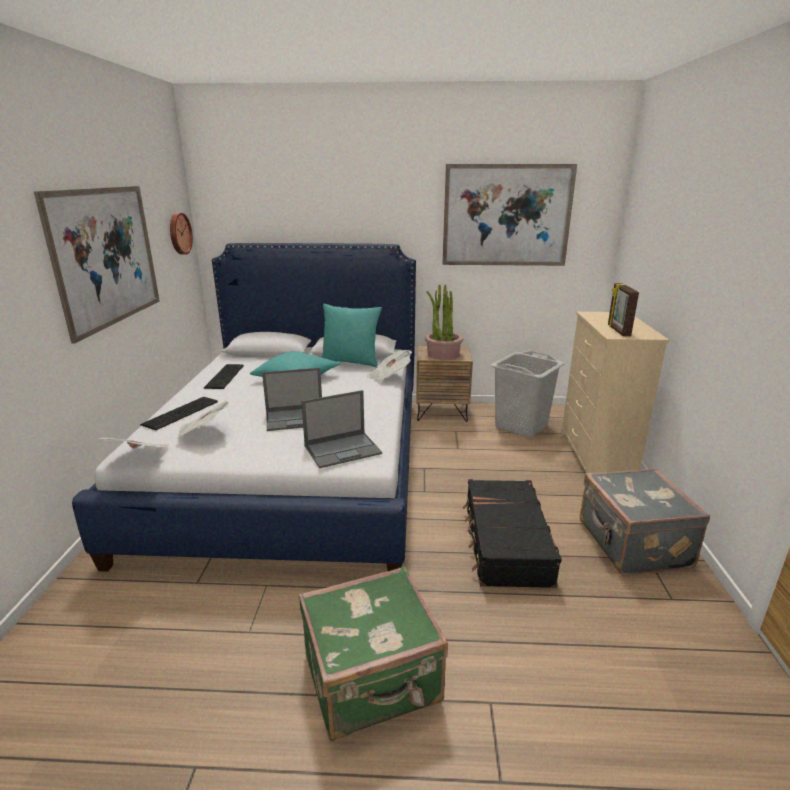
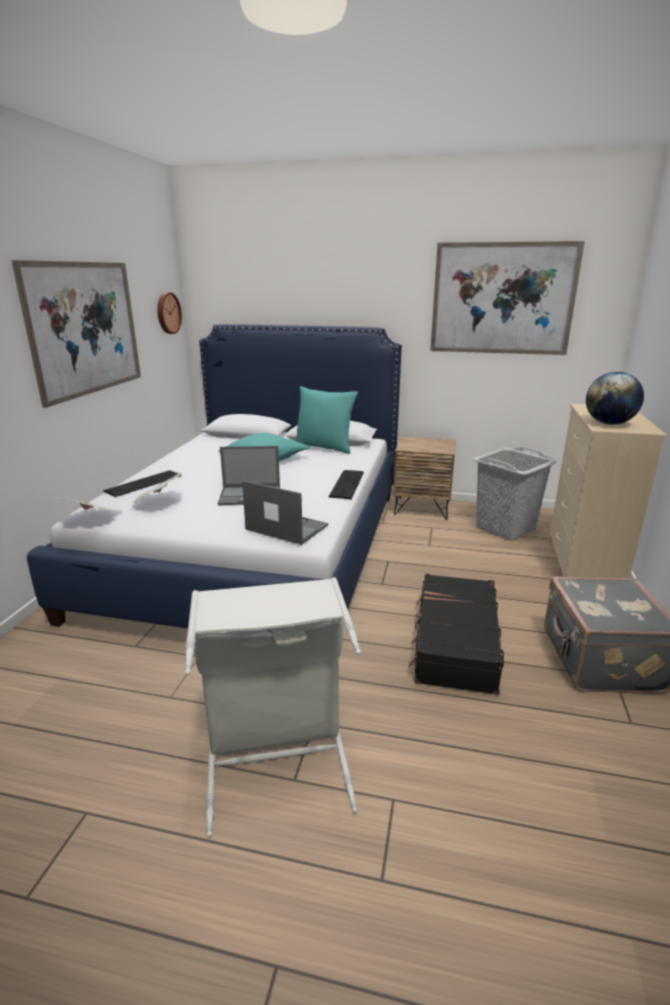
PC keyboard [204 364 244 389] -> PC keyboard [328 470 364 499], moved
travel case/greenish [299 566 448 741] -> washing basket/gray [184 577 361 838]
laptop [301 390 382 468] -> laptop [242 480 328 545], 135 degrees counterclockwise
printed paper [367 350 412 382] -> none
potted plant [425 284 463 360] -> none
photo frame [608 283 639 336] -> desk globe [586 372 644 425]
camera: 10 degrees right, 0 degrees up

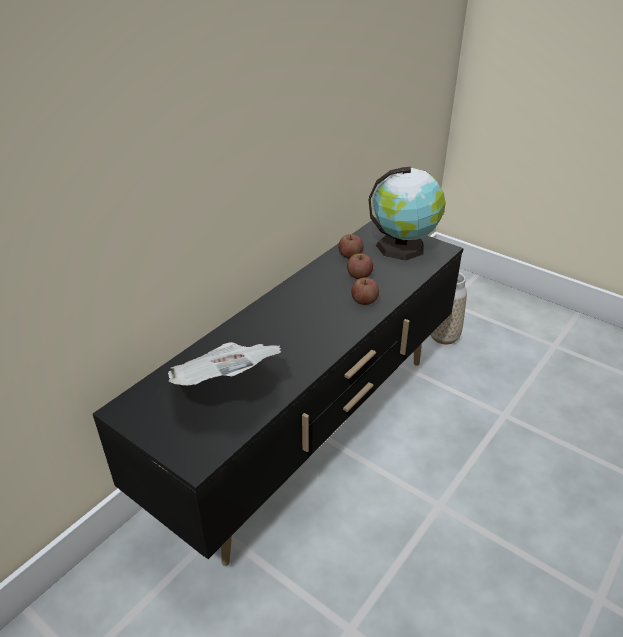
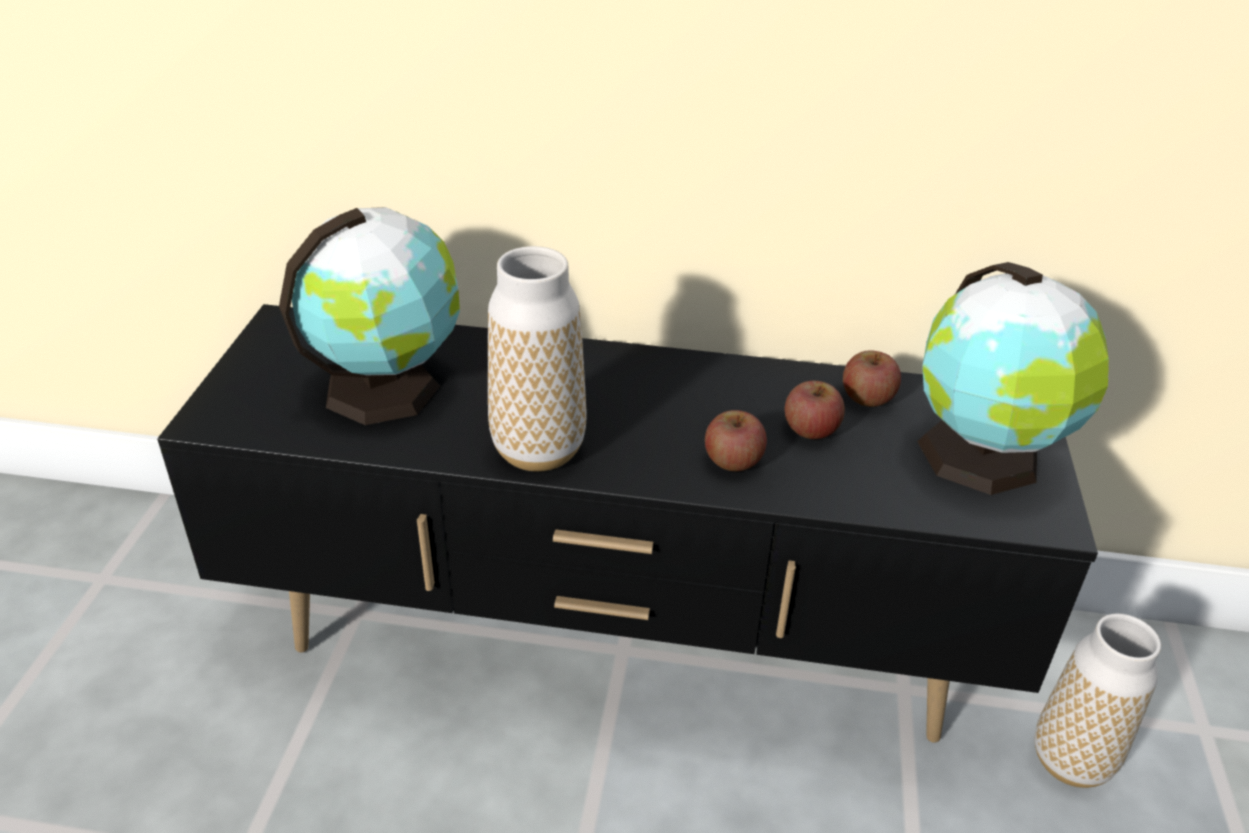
printed paper [168 342 281 385] -> desk globe [279 207 460 425]
none -> decorative vase [488 246 587 472]
camera: 60 degrees right, 0 degrees up

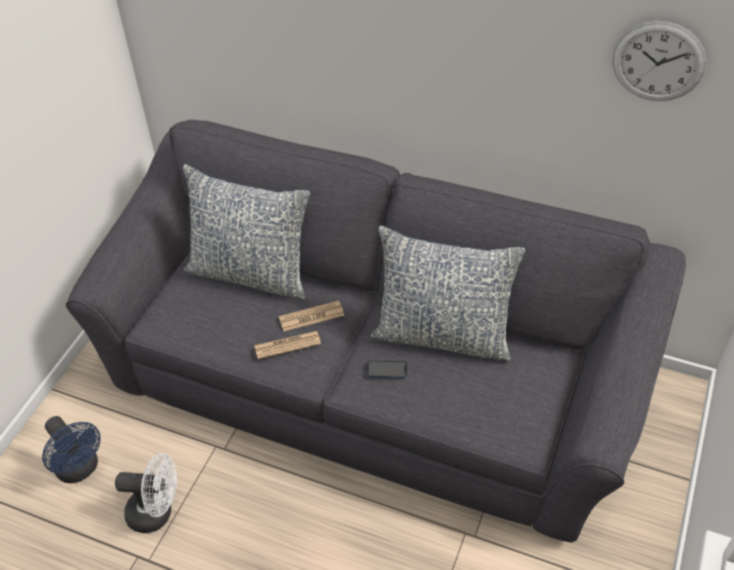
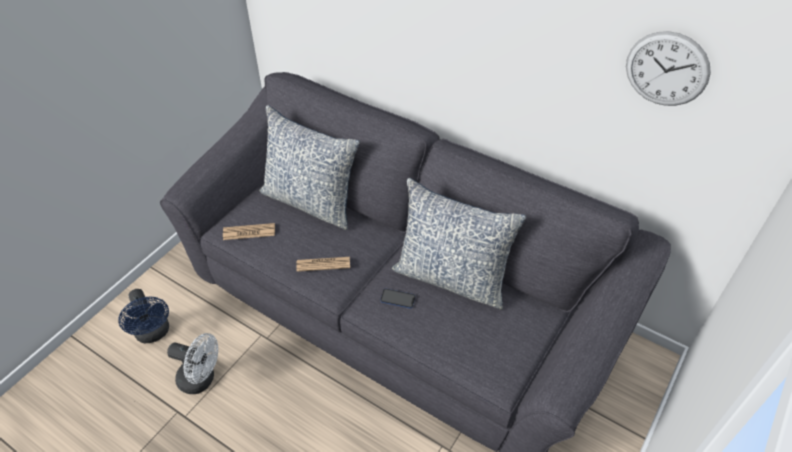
printed paper [279 301 344 331] -> printed paper [223 223 275 240], moved
camera: 10 degrees right, 0 degrees up

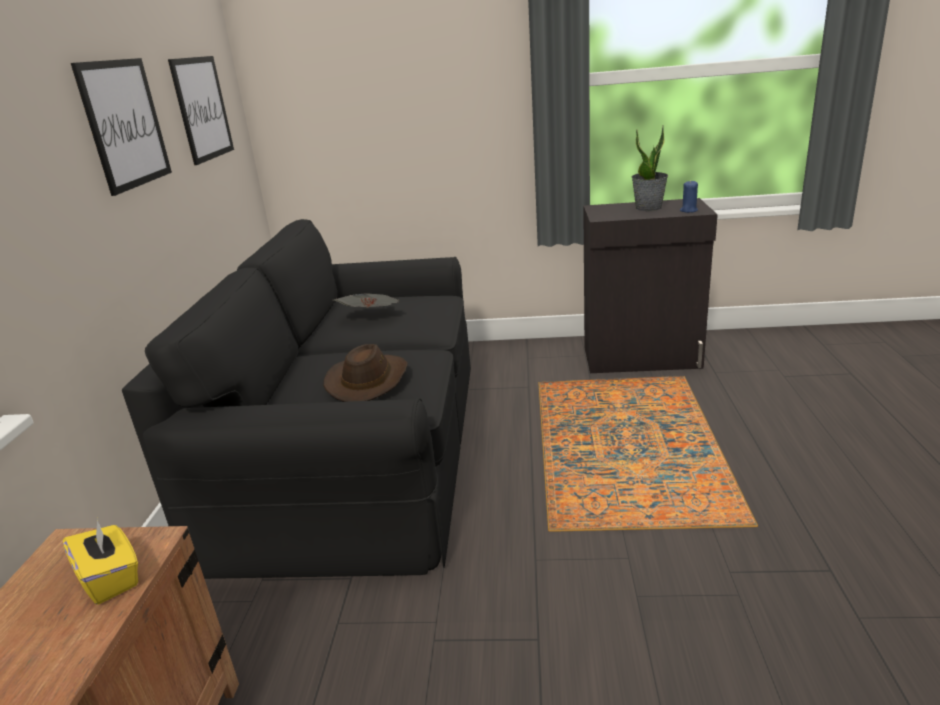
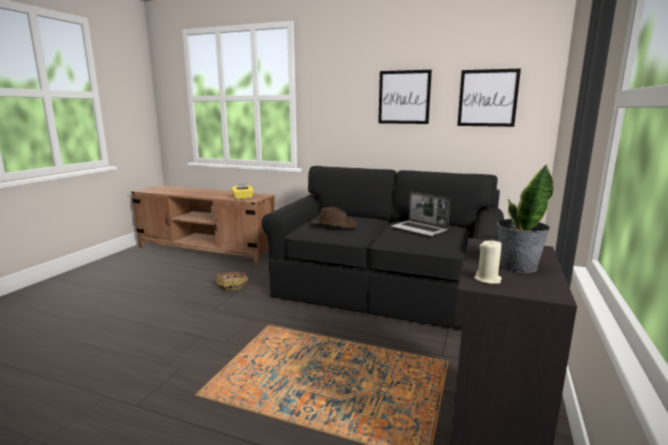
printed paper [334 294 400 307] -> laptop [391 192 450 237]
wax light/bluish [680 180 698 213] -> wax light/beige-coloured [474 239 502 284]
none -> basket [216 272 248 291]
camera: 105 degrees right, 10 degrees down

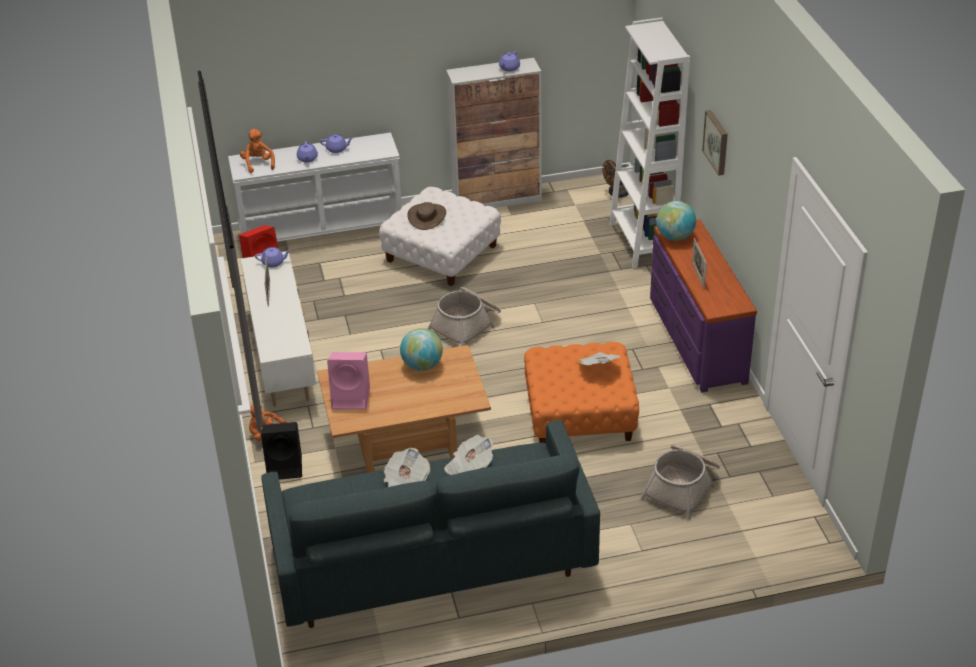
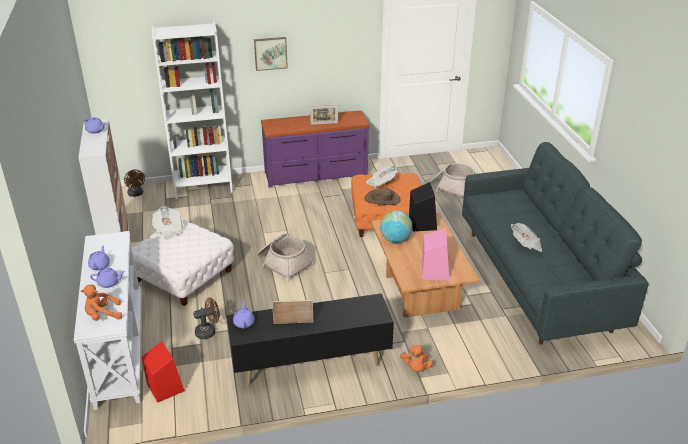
tv stand/white [241 251 316 407] -> tv stand/black-coloured [227 293 394 387]
audio speaker/black-coloured [261 422 302 480] -> audio speaker/black-coloured [409 182 437 231], moved
clothing hat/brownish [407 202 446 230] -> clothing hat/brownish [364 187 401 205], moved
printed paper [444 435 494 475] -> printed paper [152 206 183 240], moved
desk globe [656 201 696 241] -> none
none -> electric fan/brownish [193 297 220 339]
camera: 90 degrees left, 5 degrees down

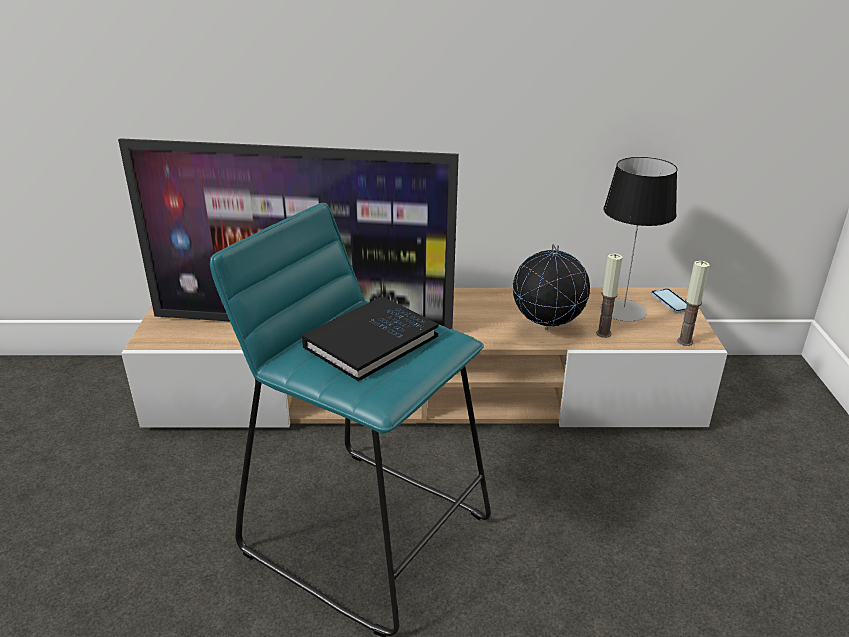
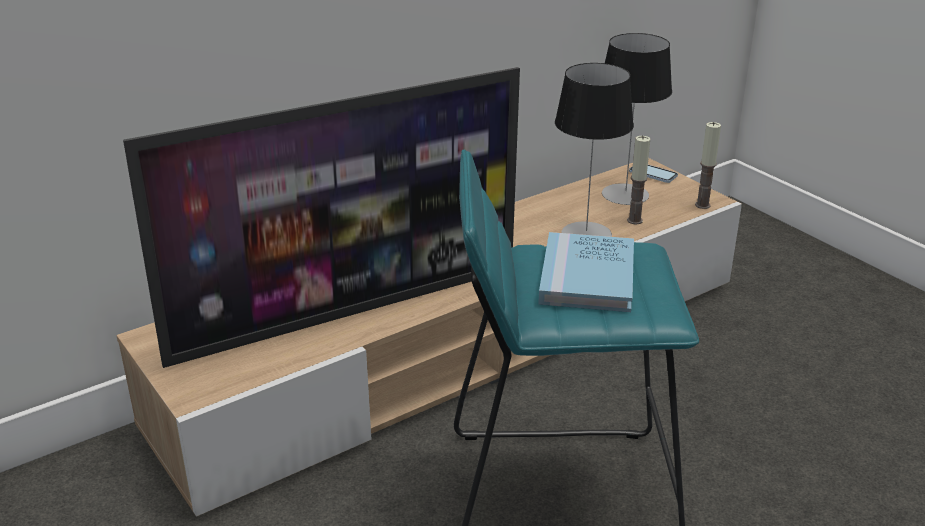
volume/black-coloured [302 296 438 381] -> volume/bluish [538 232 634 312]
desk globe [513 244 590 330] -> tabletop lamp [555 63 634 237]
camera: 35 degrees left, 0 degrees up

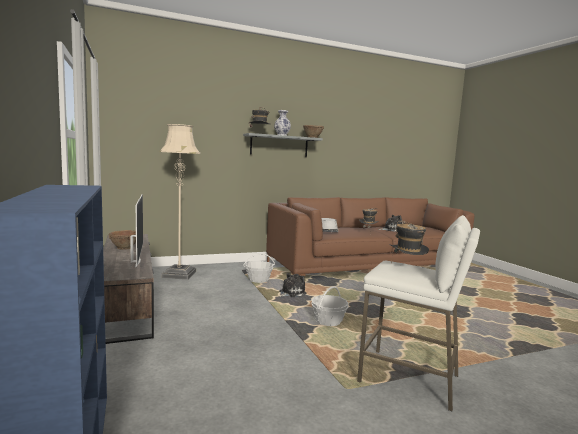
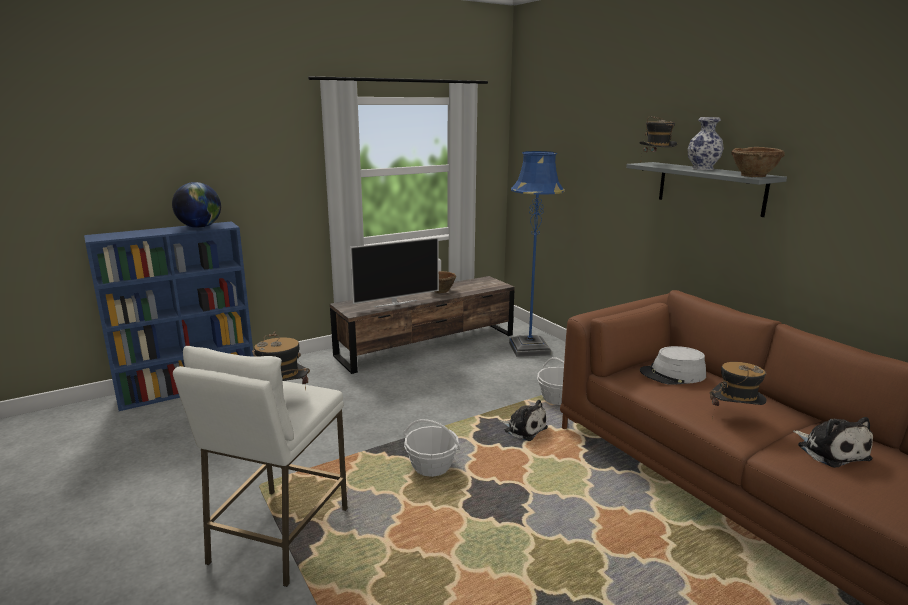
floor lamp/beige-coloured [159 124 201 280] -> floor lamp/bluish [509 151 565 357]
none -> desk globe [172 182 221 228]
camera: 80 degrees right, 10 degrees up

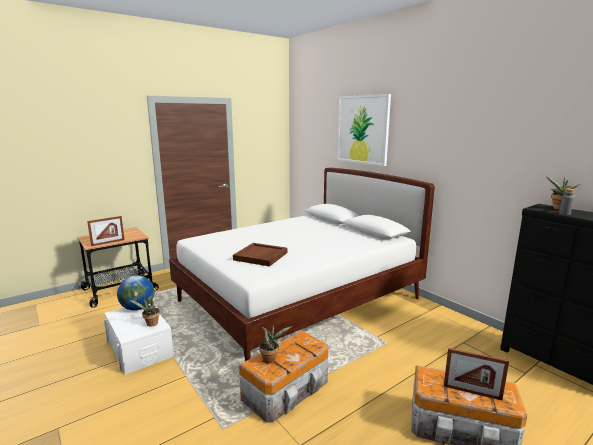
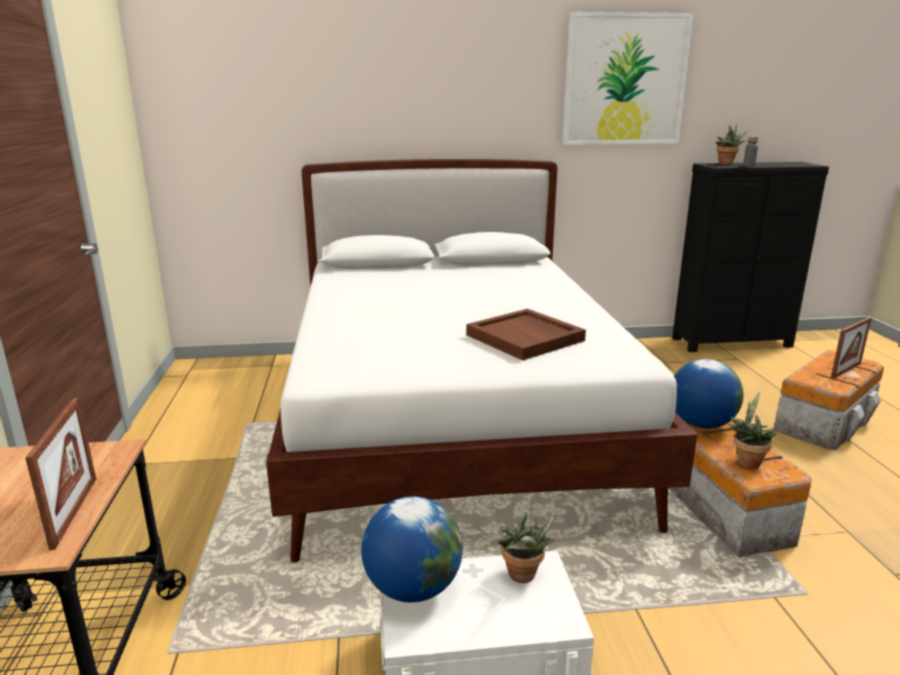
wall picture [337 94 391 166] -> wall picture [562 12 694 145], moved
none -> desk globe [674 359 744 429]
camera: 60 degrees left, 5 degrees up

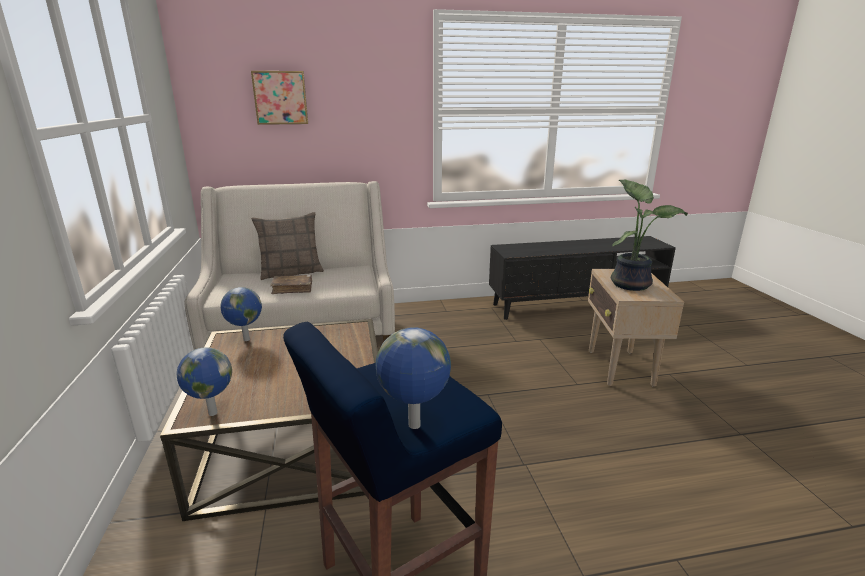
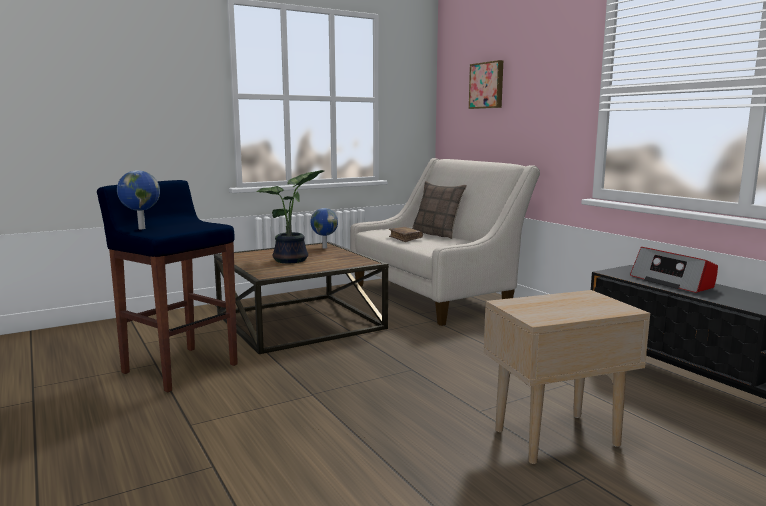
desk globe [176 347 232 416] -> none
potted plant [611 179 688 291] -> potted plant [256 170 324 263], moved
none -> radio set [630 247 718 293]
camera: 70 degrees right, 10 degrees down

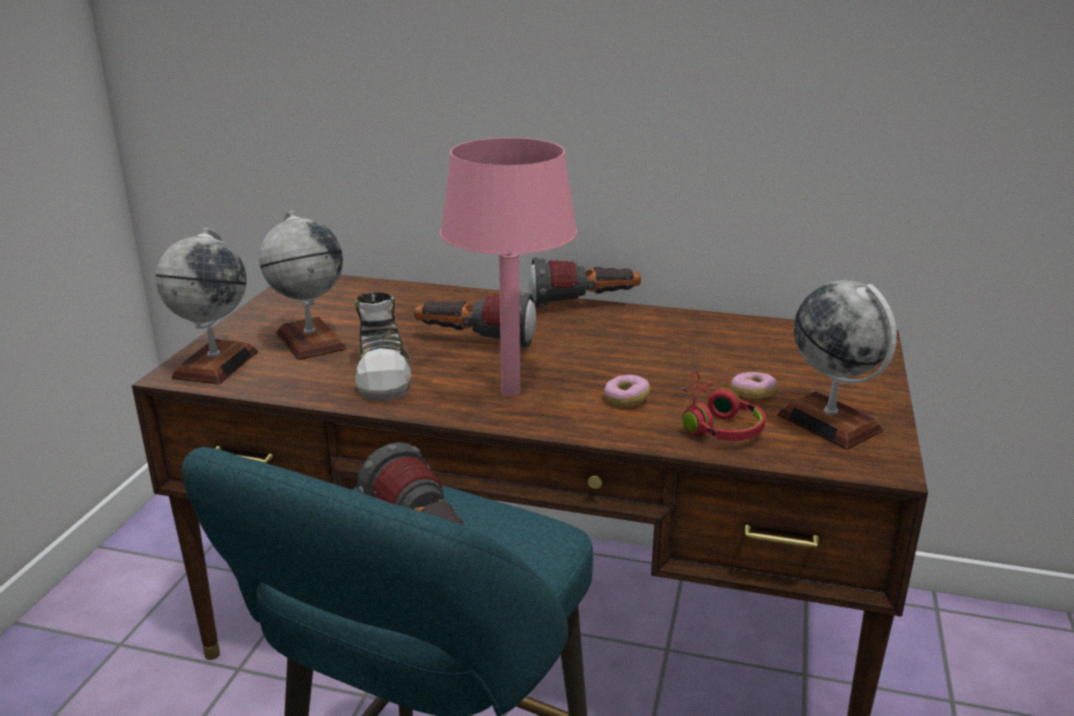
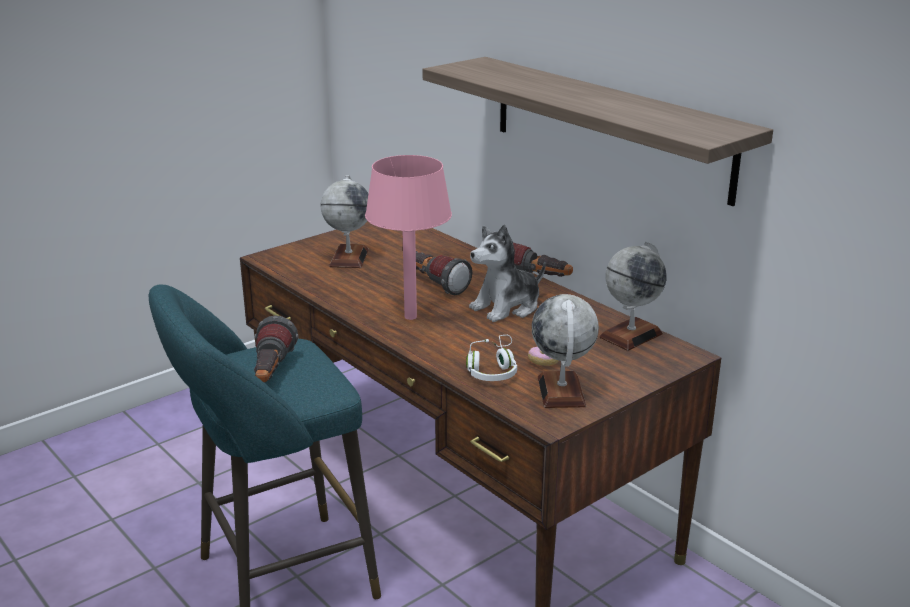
desk globe [156 228 258 384] -> desk globe [600 241 667 351], moved
item of footwear [355 292 411 401] -> none
doughnut [604 375 650 406] -> none
headphones/red-coloured [681 371 766 441] -> headphones/white [466 335 517 381]
none -> bracket shelf [422 57 773 206]
none -> plush toy [469 224 545 322]
camera: 35 degrees right, 0 degrees up

